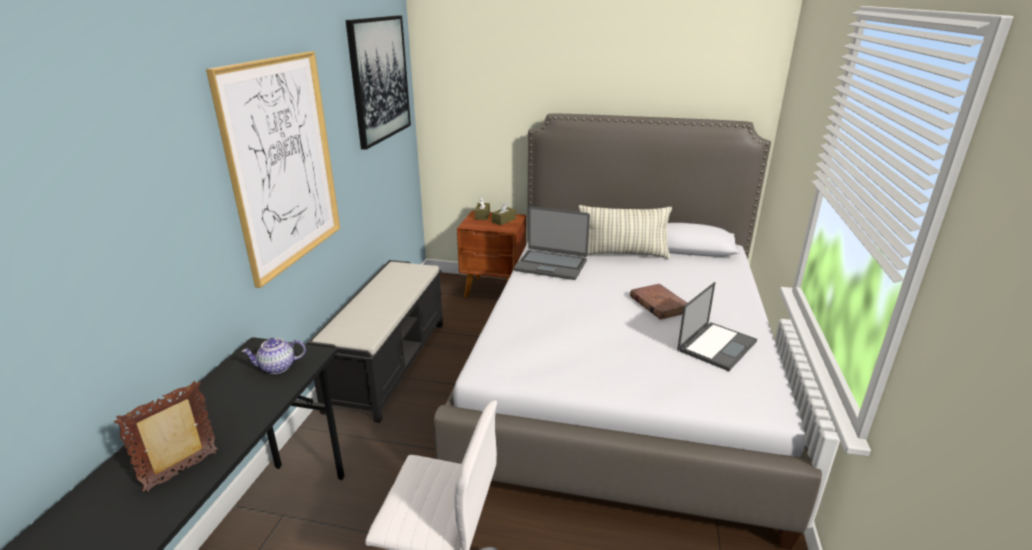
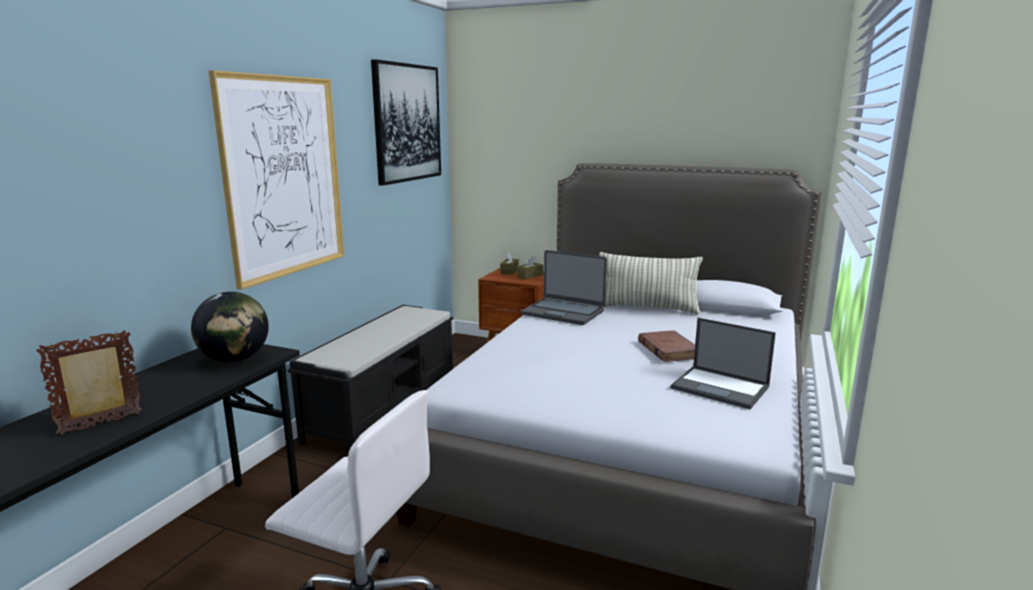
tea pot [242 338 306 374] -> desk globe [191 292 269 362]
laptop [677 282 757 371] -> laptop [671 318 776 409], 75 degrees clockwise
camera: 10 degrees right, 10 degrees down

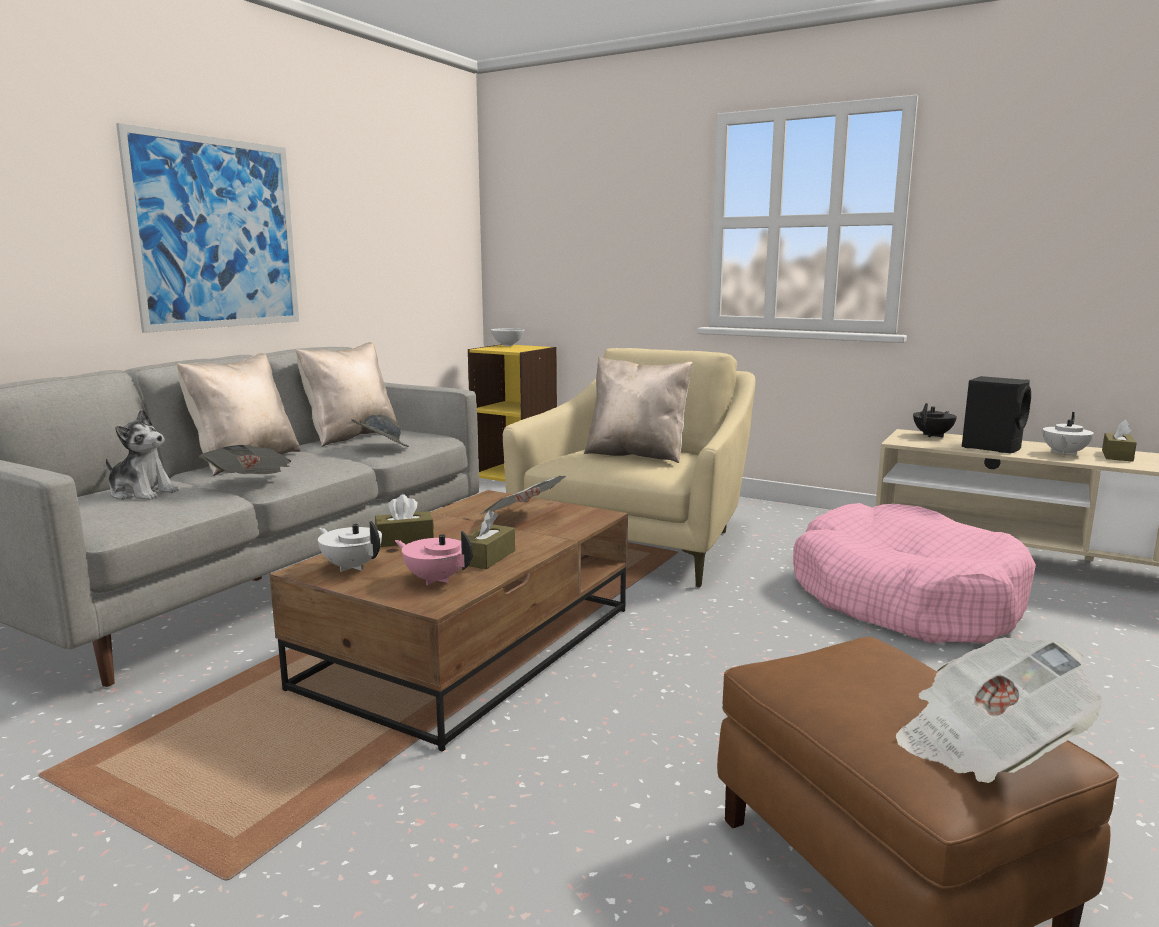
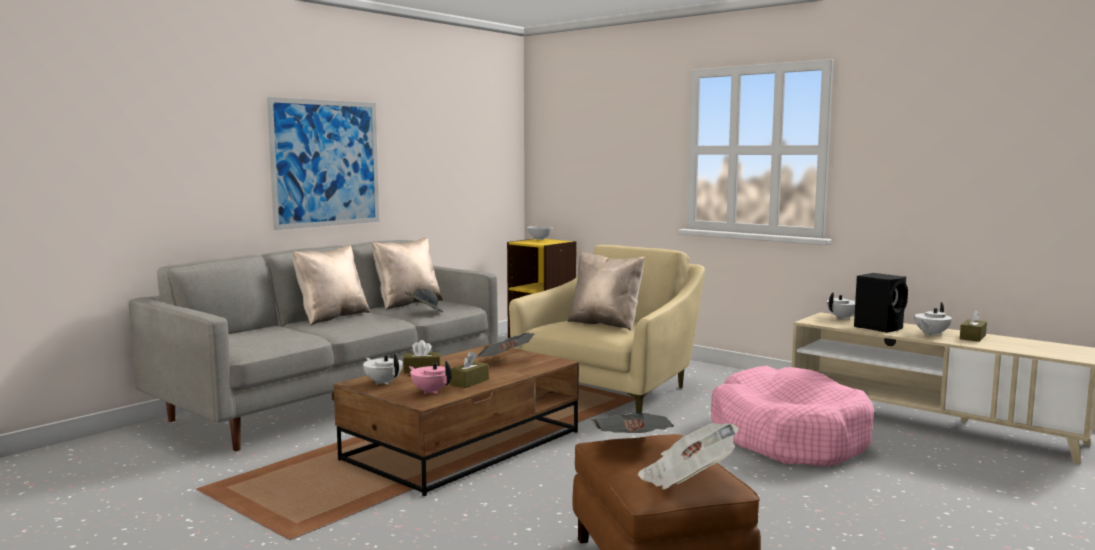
plush toy [106 410 179 500] -> none
printed paper [199 445 291 474] -> printed paper [591 413 674 433], moved
tea pot/black-coloured [913 403 957 437] -> tea pot/white [827 292 855 320]
camera: 10 degrees right, 5 degrees down

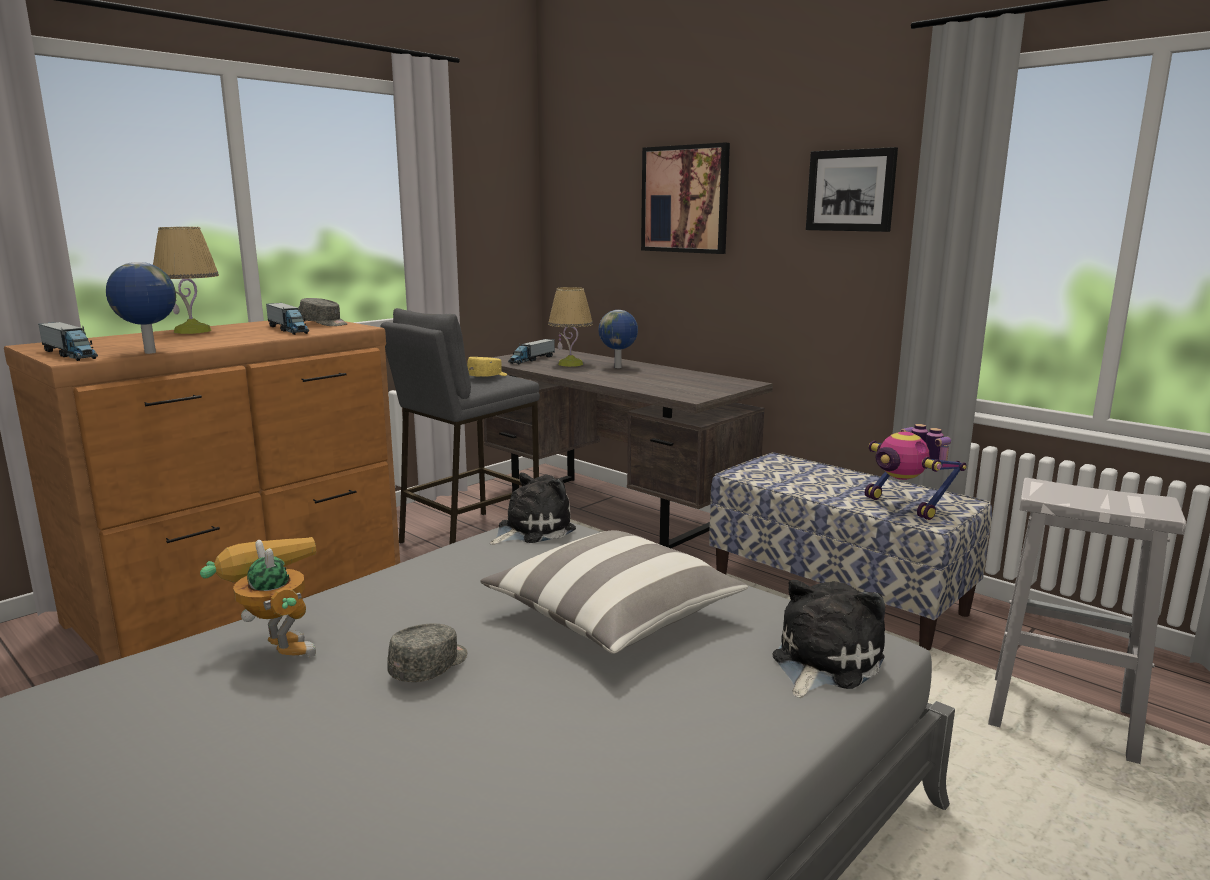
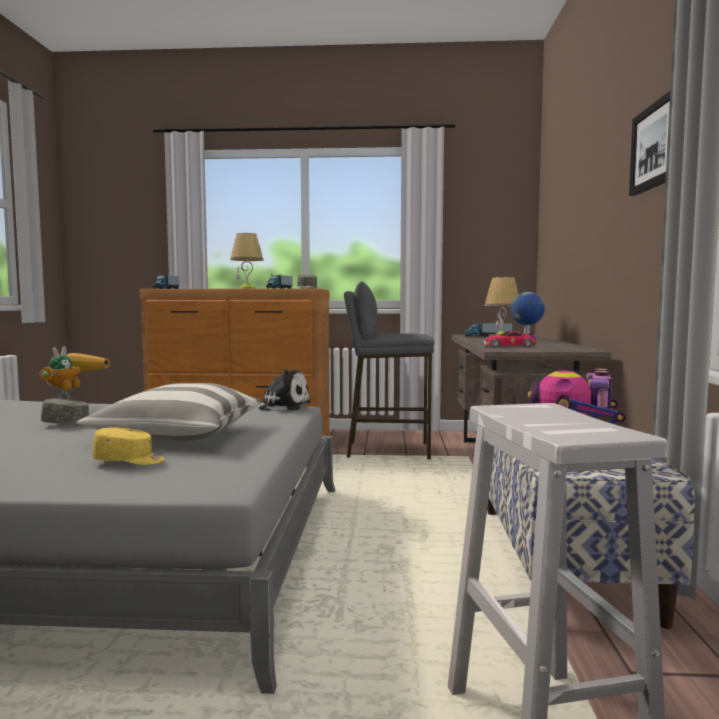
desk globe [106 262 176 354] -> none
baseball cap/yellow [467 357 507 377] -> baseball cap/yellow [92 427 165 465], moved
wall picture [641 142 730 254] -> none
plush toy [773 580 885 698] -> none
none -> toy car [483 331 536 348]
camera: 50 degrees right, 10 degrees down

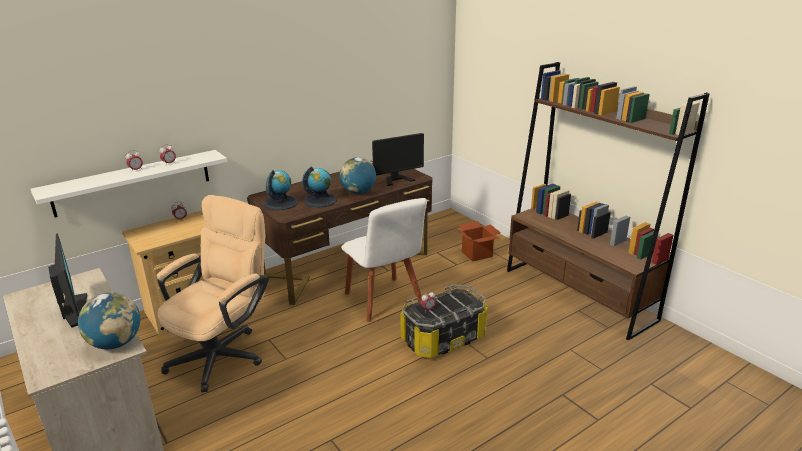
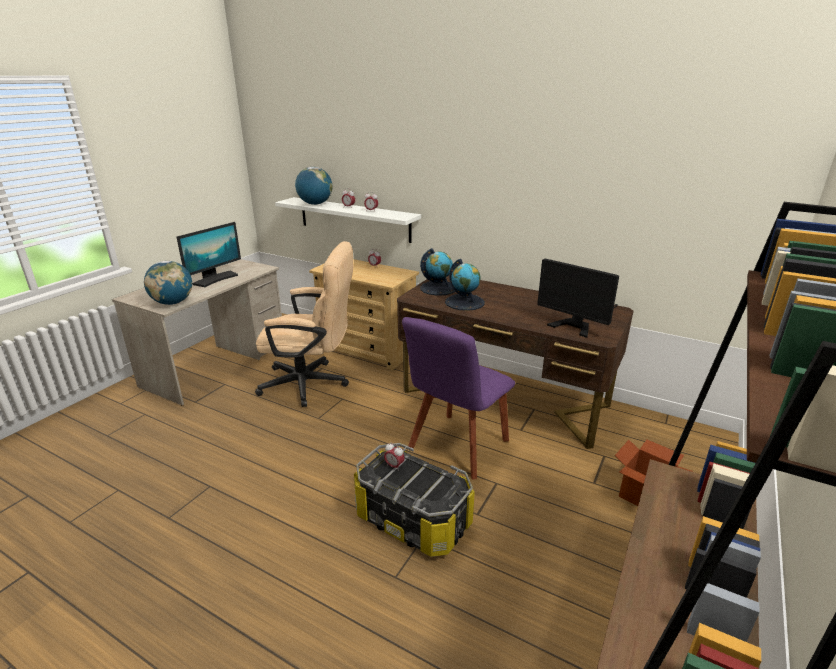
desk globe [340 157 376 194] -> desk globe [295 167 332 205], moved
plain chair/white [341 198 427 322] -> plain chair/purplish [402 317 515 480]
camera: 65 degrees right, 0 degrees up

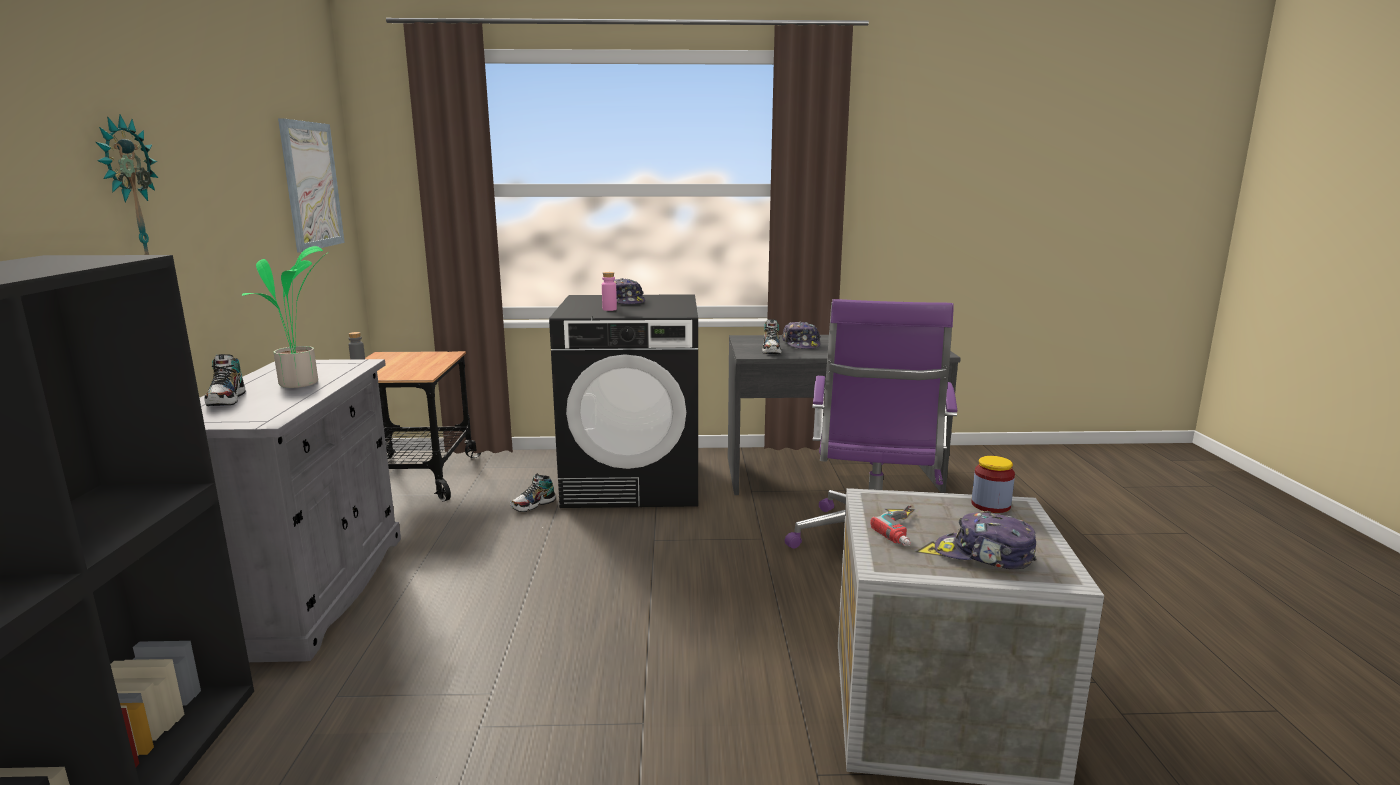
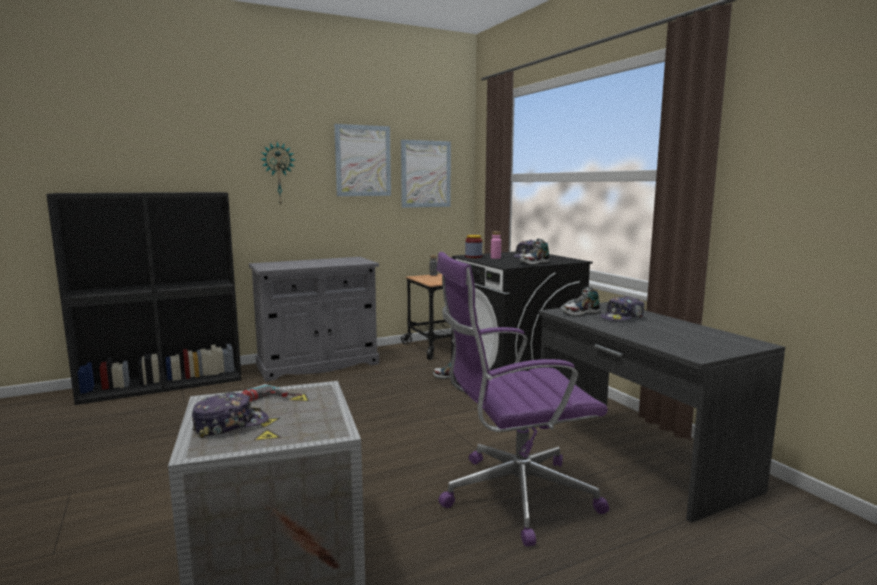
item of footwear [204 354 246 406] -> item of footwear [520 239 550 265], moved
potted plant [242 246 329 388] -> none
baseball cap [935 511 1036 569] -> baseball cap [192 392 269 438], 60 degrees clockwise
jar [972 456 1015 513] -> jar [465 235 482 258], moved
none -> wall picture [334 124 391 196]
camera: 65 degrees right, 5 degrees down

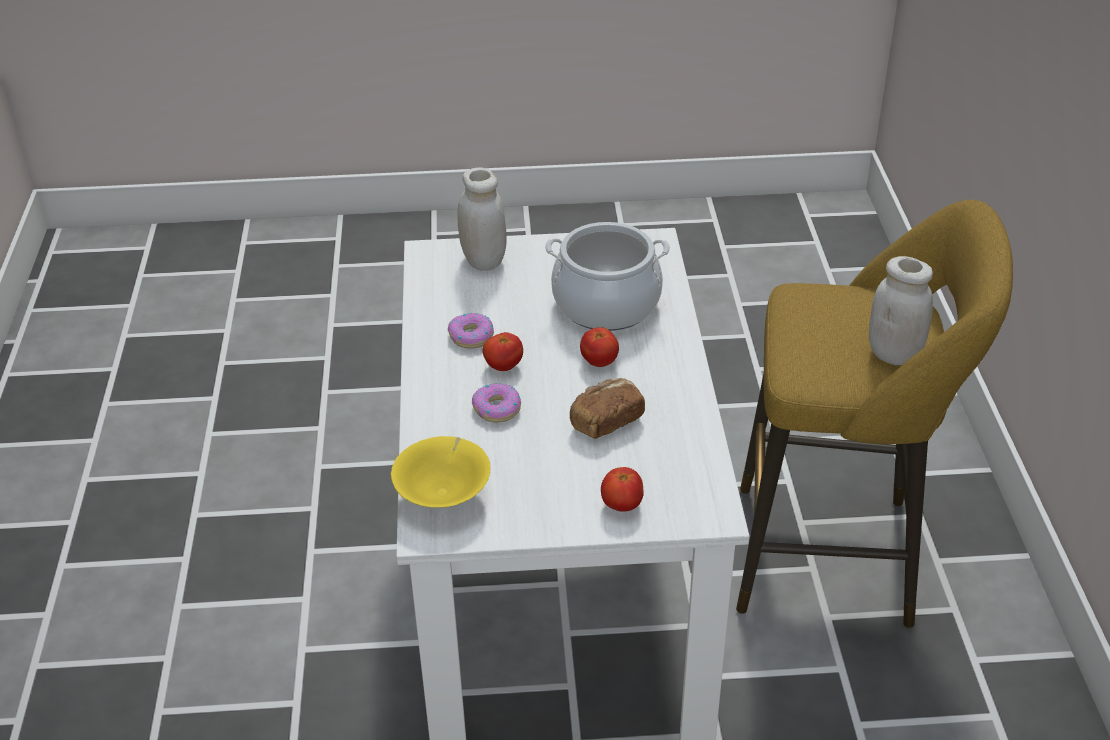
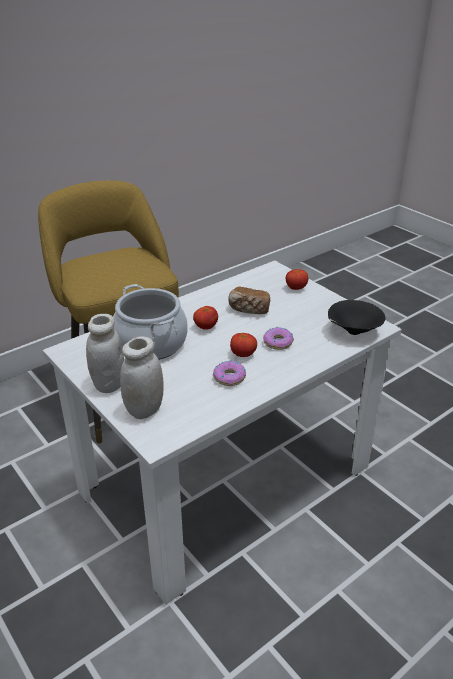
deep dish/yellow [391 436 490 508] -> deep dish/black-coloured [328 300 386 335]
jar/white [869 256 933 365] -> jar/white [86 314 124 393], moved
camera: 125 degrees left, 5 degrees down

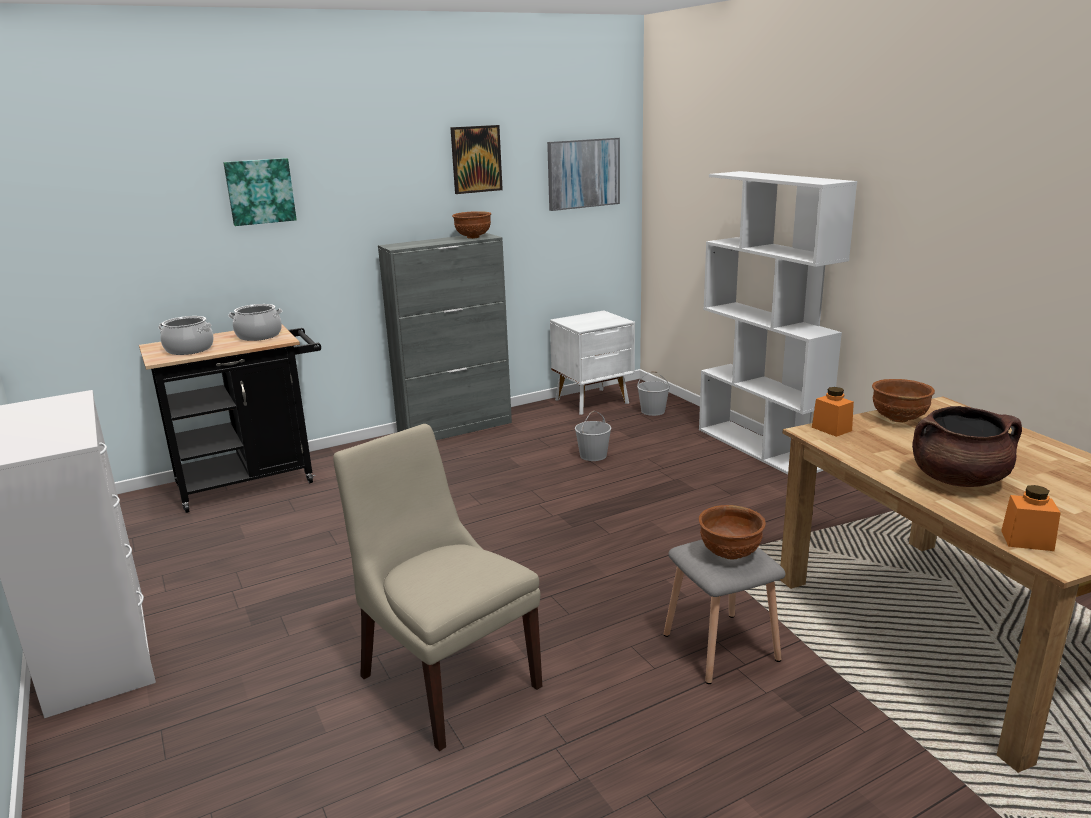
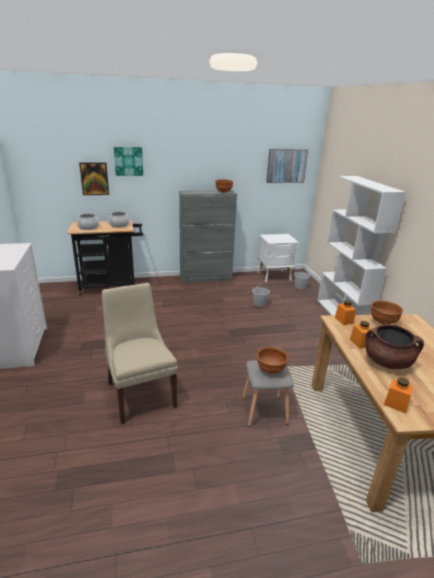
wall picture [450 125 503 194] -> wall picture [79 162 109 195], moved
none -> jar/orange [350 321 370 349]
camera: 15 degrees right, 5 degrees up

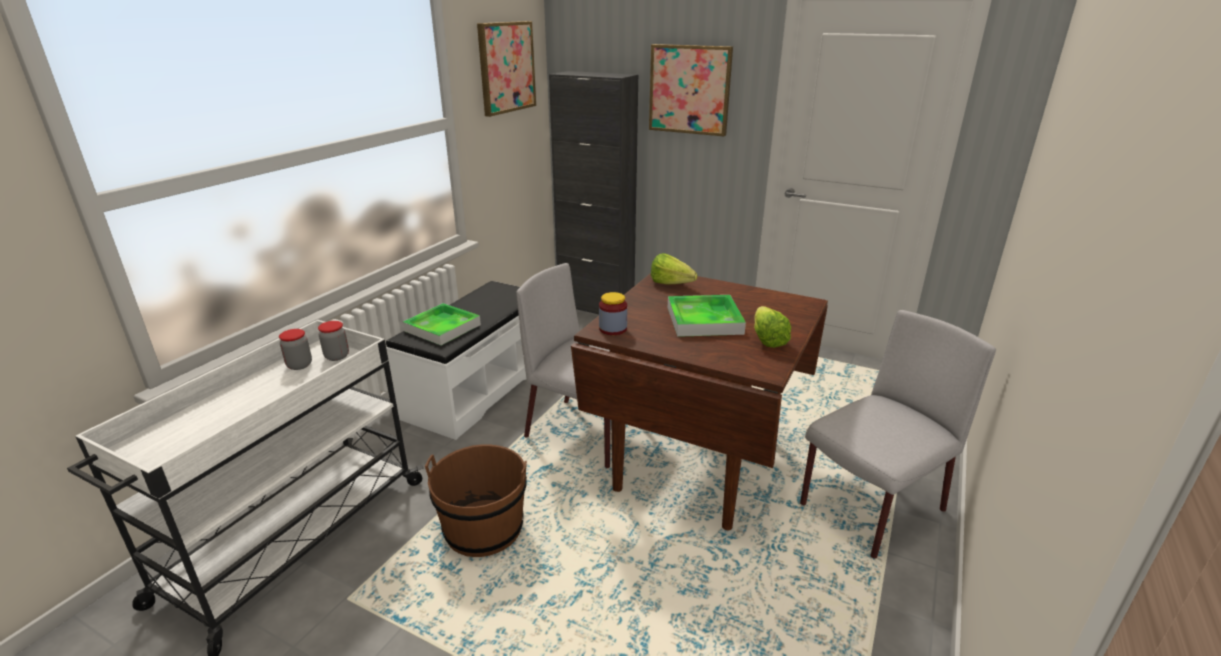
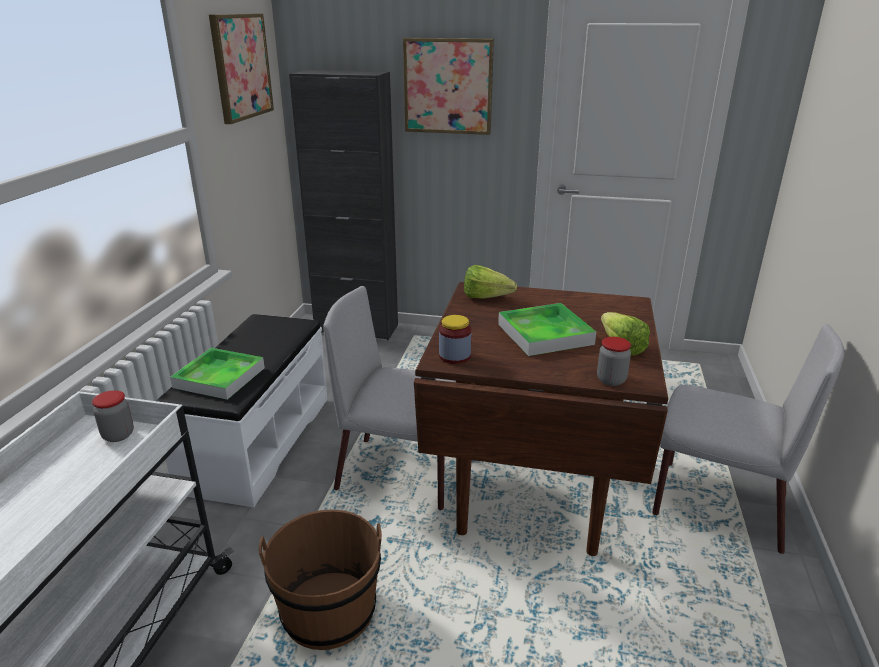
jar [279 329 312 370] -> jar [597 337 631 386], moved
plain chair/gray [800 310 996 559] -> plain chair/gray [652 324 845 554], 75 degrees clockwise
camera: 15 degrees left, 0 degrees up

